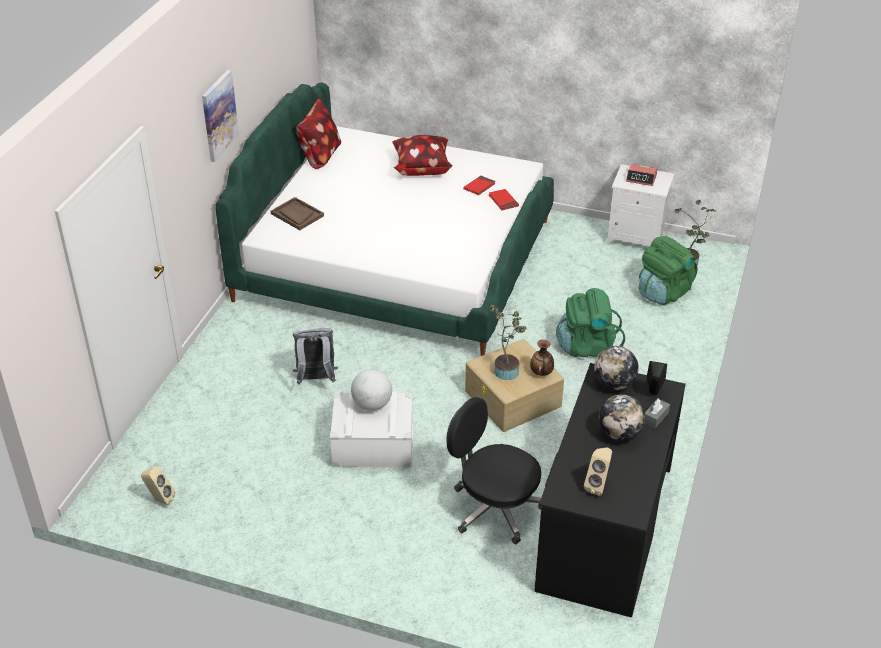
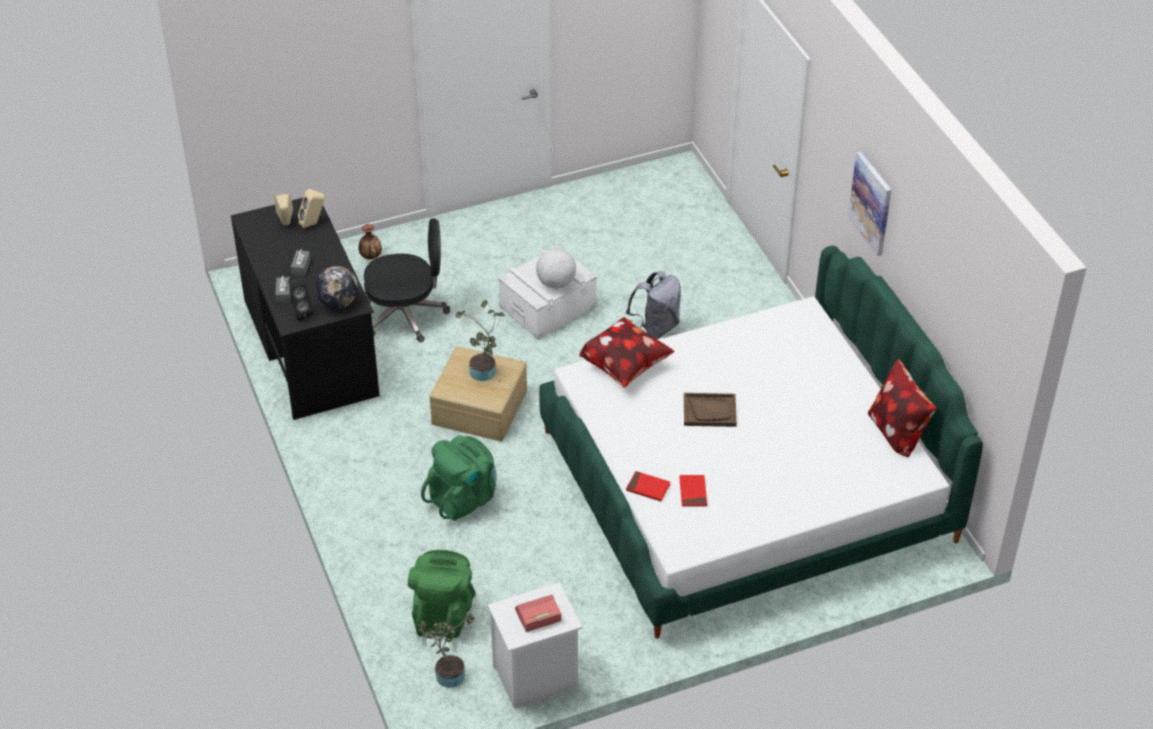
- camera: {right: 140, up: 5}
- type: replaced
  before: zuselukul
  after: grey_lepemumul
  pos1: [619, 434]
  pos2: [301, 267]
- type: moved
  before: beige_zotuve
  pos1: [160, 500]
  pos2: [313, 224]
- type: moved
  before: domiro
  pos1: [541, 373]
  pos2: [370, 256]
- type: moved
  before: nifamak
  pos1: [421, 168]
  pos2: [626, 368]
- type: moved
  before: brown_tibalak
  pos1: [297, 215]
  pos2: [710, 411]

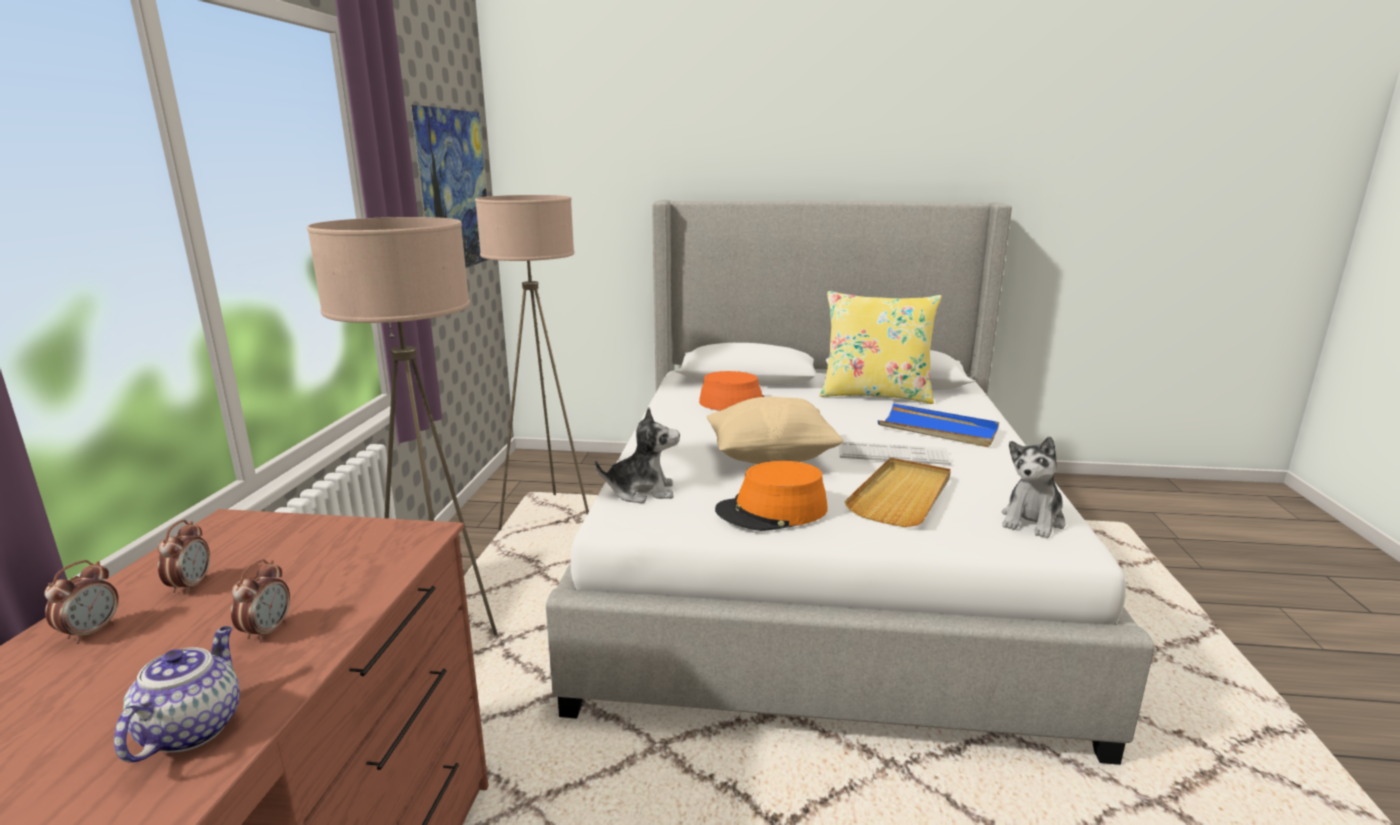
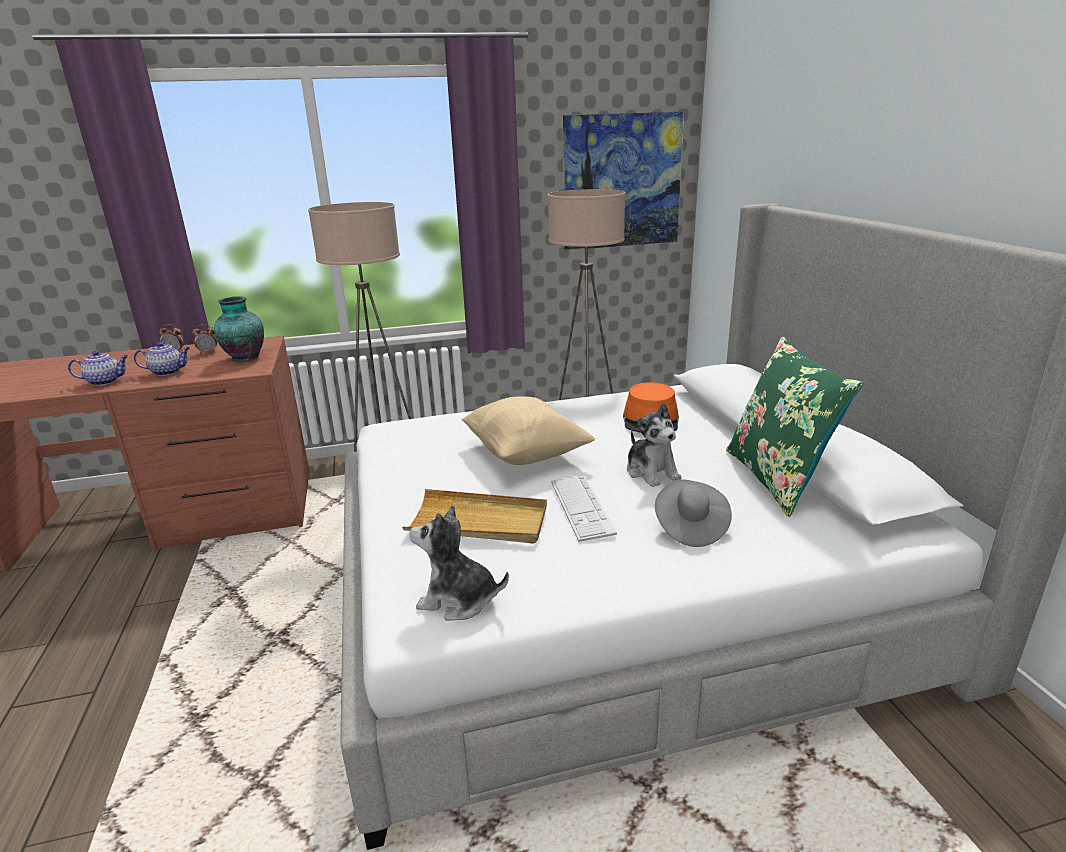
- camera: {right: 70, up: 5}
- type: replaced
  before: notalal
  after: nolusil
  pos1: [267, 631]
  pos2: [168, 372]
- type: added
  after: domiro
  pos2: [244, 357]
- type: moved
  before: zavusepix
  pos1: [642, 491]
  pos2: [651, 472]
- type: replaced
  before: blue_tibalak
  after: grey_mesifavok
  pos1: [938, 429]
  pos2: [690, 527]
- type: recoloured
  before: yellow_nifamak
  after: green_nifamak
  pos1: [875, 394]
  pos2: [777, 478]
- type: removed
  before: orange_mesifavok
  pos1: [772, 511]

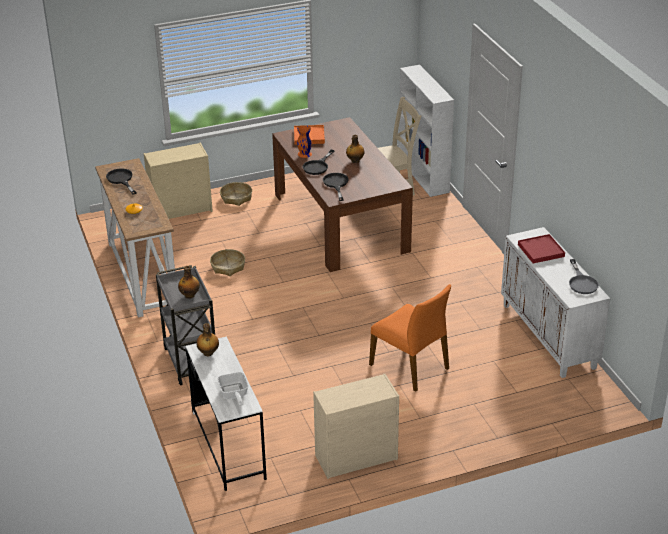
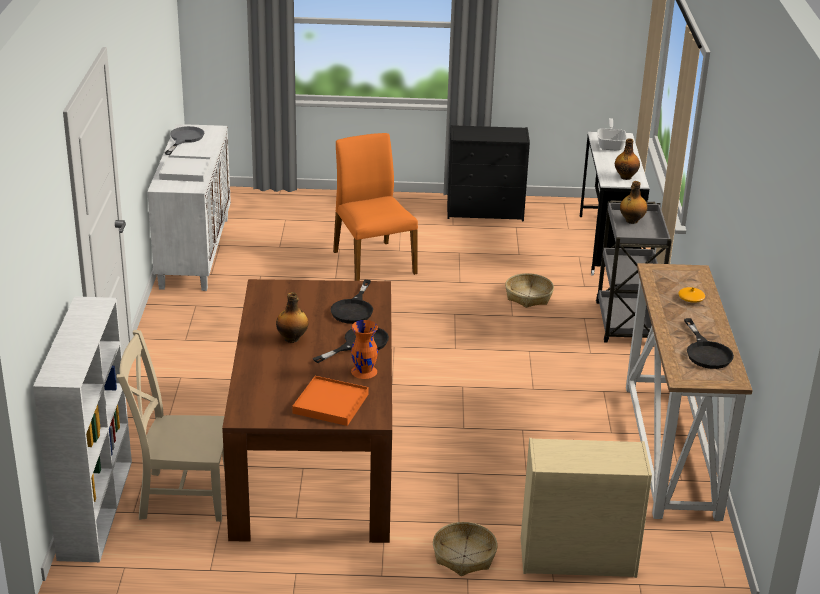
- camera: {right: -160, up: -5}
- type: recoloured
  before: red_tibalak
  after: white_tibalak
  pos1: [541, 250]
  pos2: [185, 171]
- type: recoloured
  before: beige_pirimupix
  after: black_pirimupix
  pos1: [355, 457]
  pos2: [486, 212]
- type: moved
  before: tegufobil
  pos1: [228, 267]
  pos2: [528, 296]

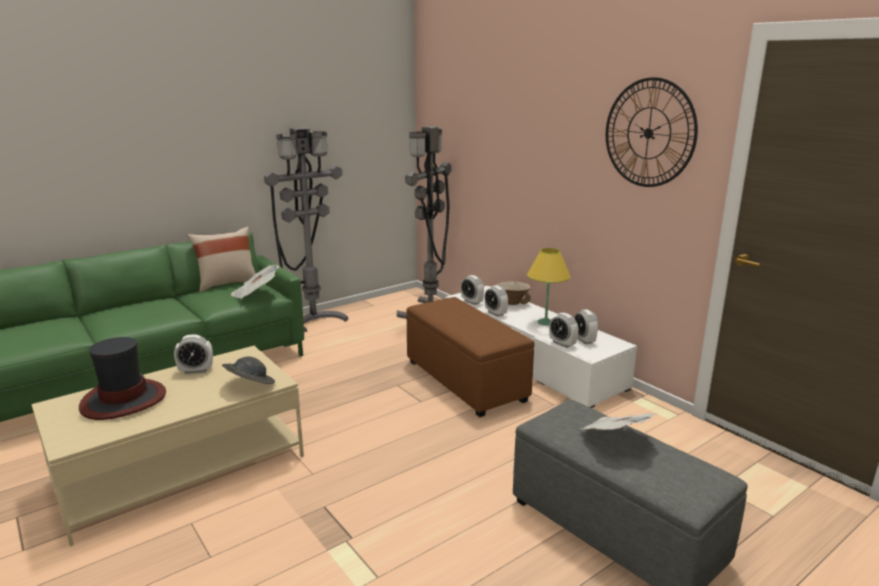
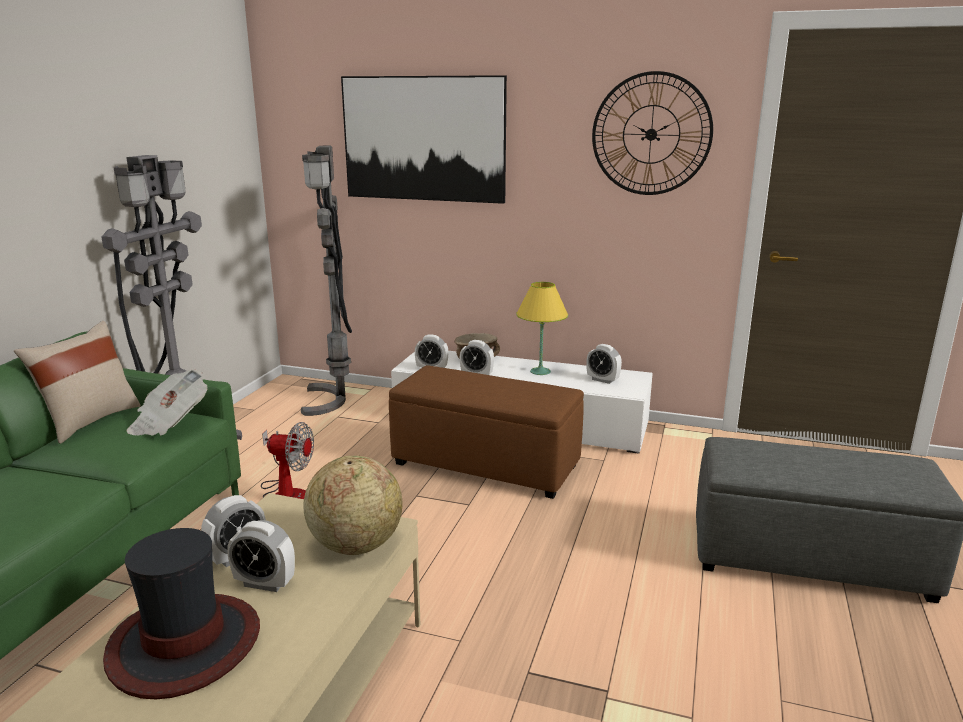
- camera: {right: -35, up: 0}
- type: moved
  before: notalal
  pos1: [562, 344]
  pos2: [264, 583]
- type: added
  after: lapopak
  pos2: [287, 494]
- type: replaced
  before: grey_mesifavok
  after: zuselukul
  pos1: [249, 385]
  pos2: [356, 545]
- type: added
  after: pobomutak
  pos2: [423, 139]
- type: removed
  before: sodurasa
  pos1: [615, 438]

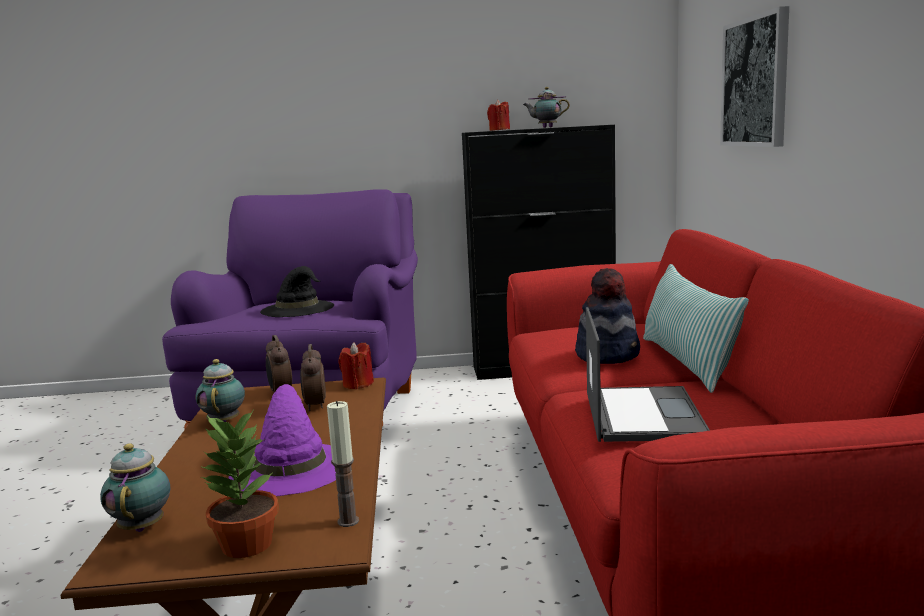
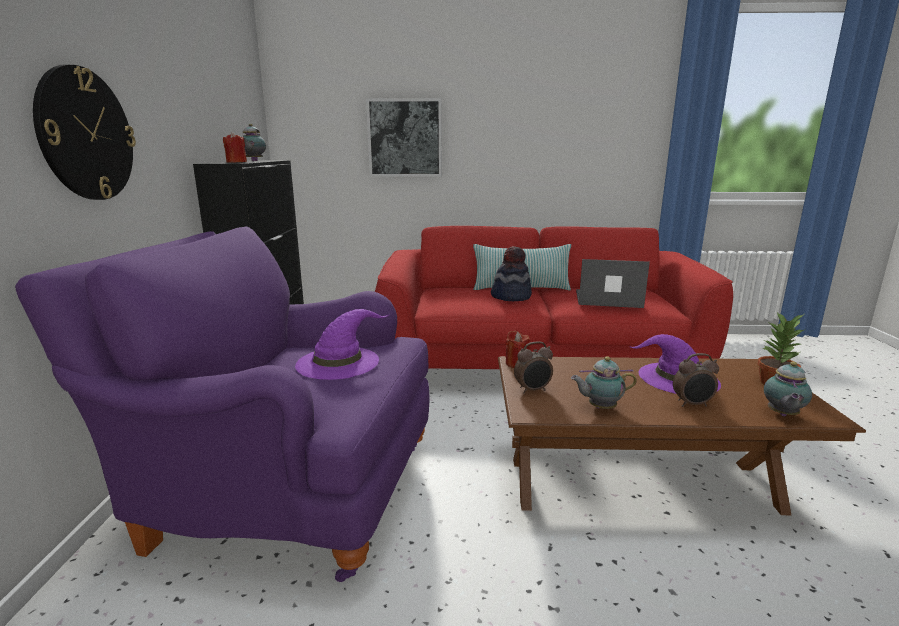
- camera: {right: -85, up: 5}
- type: added
  after: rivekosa
  pos2: [86, 134]
- type: recoloured
  before: black_mesifavok
  after: purple_mesifavok
  pos1: [298, 308]
  pos2: [339, 361]
- type: moved
  before: notalal
  pos1: [314, 406]
  pos2: [692, 404]
- type: turned
  before: nolusil
  pos1: [143, 526]
  pos2: [782, 415]
  turn: -60
- type: removed
  before: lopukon
  pos1: [348, 521]

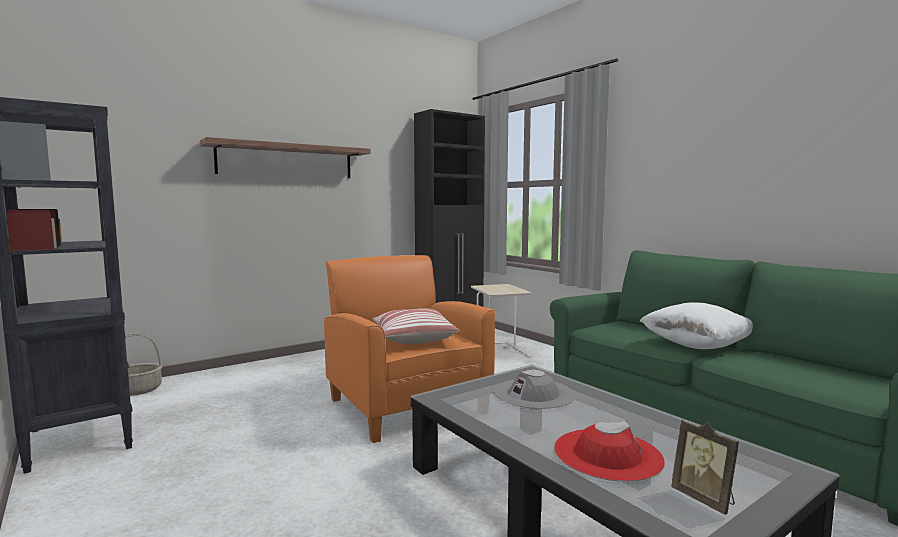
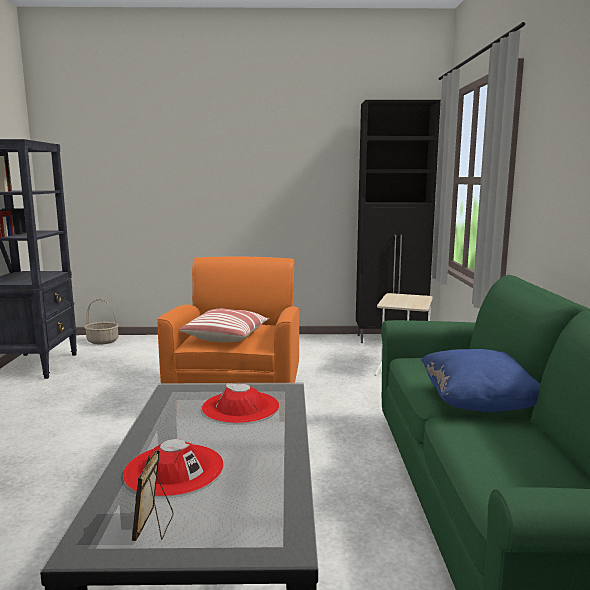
- camera: {right: 35, up: 5}
- type: recoloured
  before: grey_mesifavok
  after: red_mesifavok
  pos1: [534, 394]
  pos2: [240, 407]
- type: recoloured
  before: white_nifamak
  after: blue_nifamak
  pos1: [696, 346]
  pos2: [478, 404]
- type: removed
  before: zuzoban
  pos1: [287, 161]

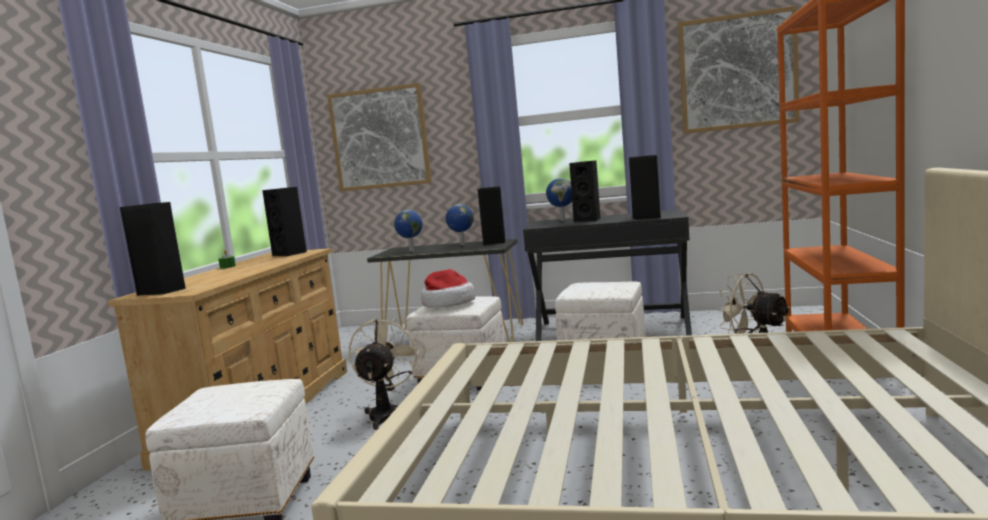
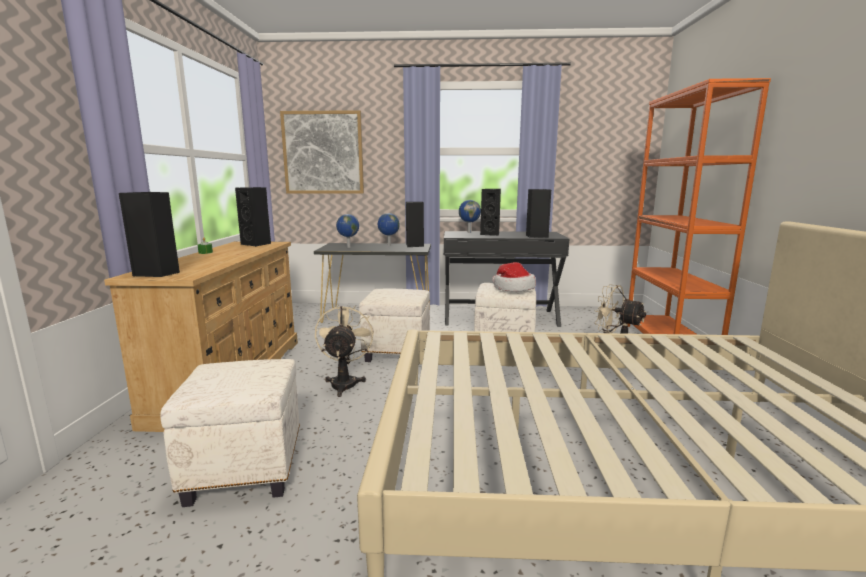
- camera: {right: -10, up: 5}
- type: moved
  before: mesifavok
  pos1: [447, 303]
  pos2: [513, 288]
- type: removed
  before: pobomutak
  pos1: [737, 72]

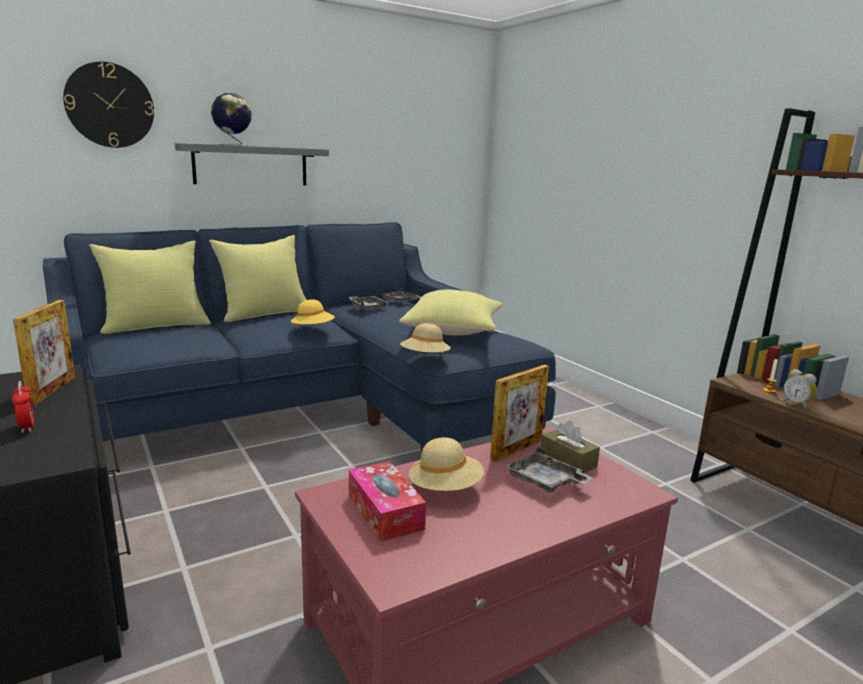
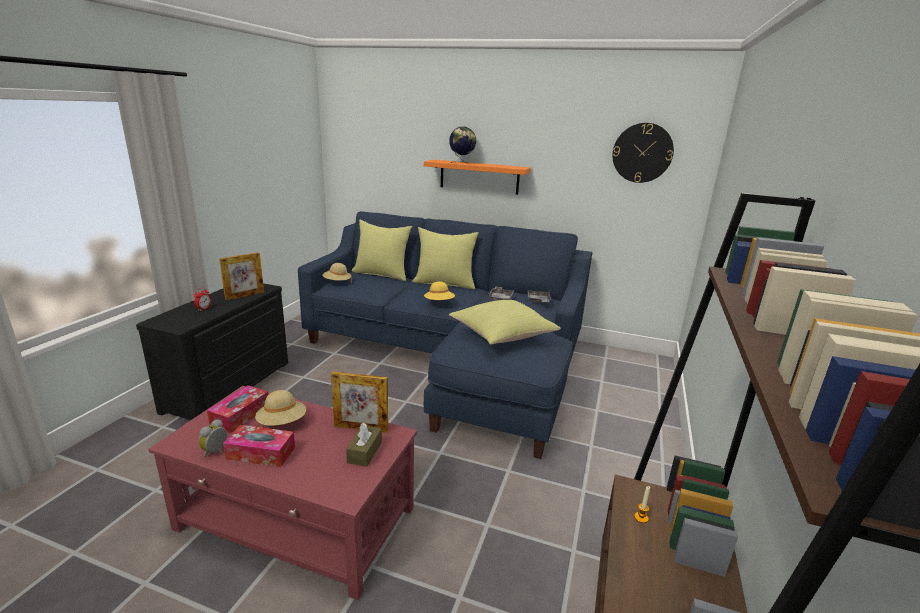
- camera: {right: 50, up: 5}
- type: moved
  before: notalal
  pos1: [797, 404]
  pos2: [216, 452]
- type: added
  after: lepemumul
  pos2: [261, 453]
- type: moved
  before: beige_mesifavok
  pos1: [425, 358]
  pos2: [337, 282]
- type: recoloured
  before: grey_zuzoban
  after: orange_zuzoban
  pos1: [251, 165]
  pos2: [479, 177]
- type: moved
  before: rivekosa
  pos1: [110, 105]
  pos2: [642, 153]
- type: removed
  before: grey_tibalak
  pos1: [545, 482]

